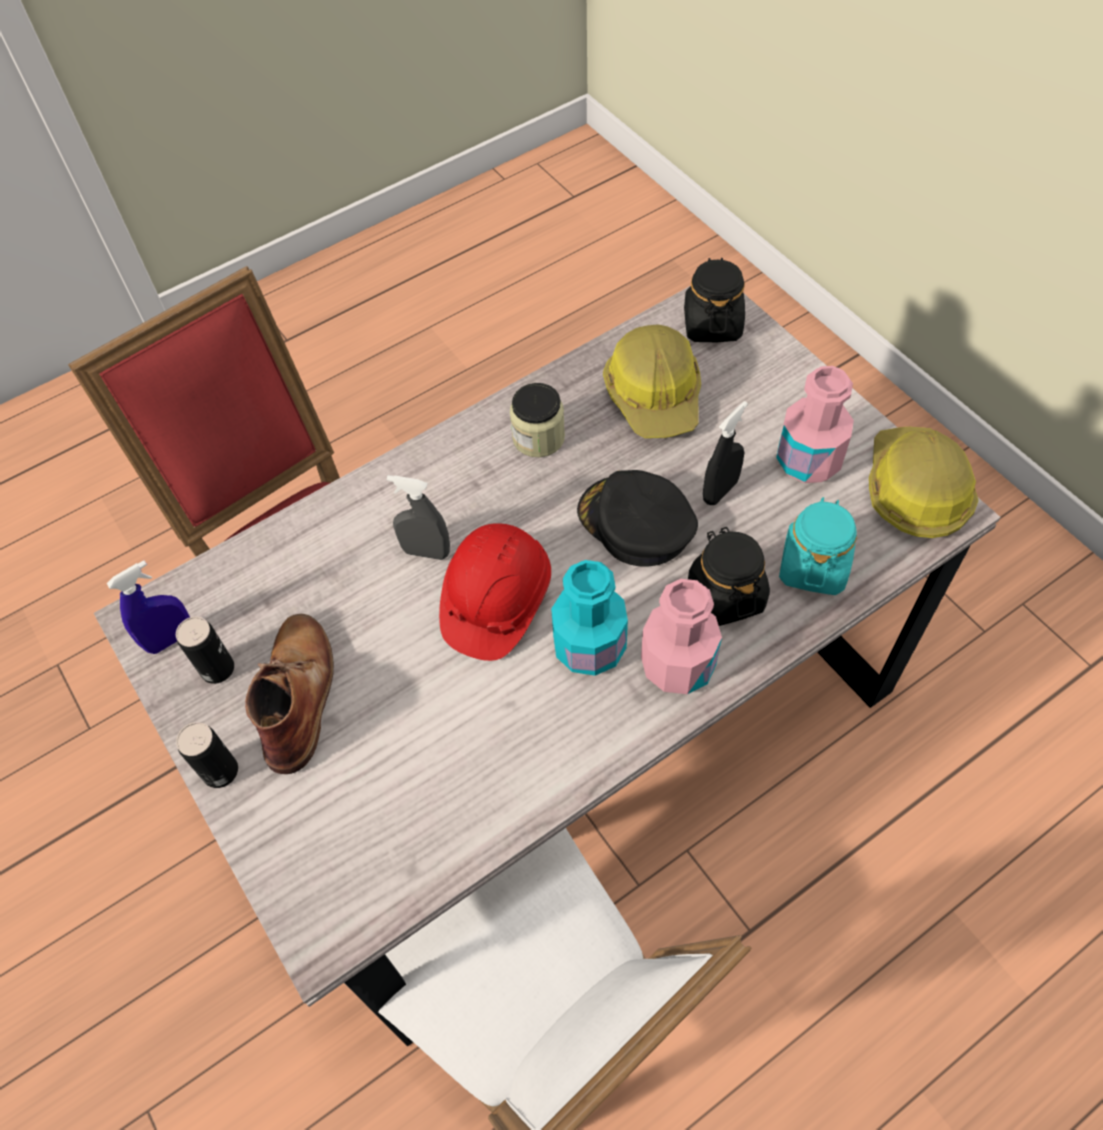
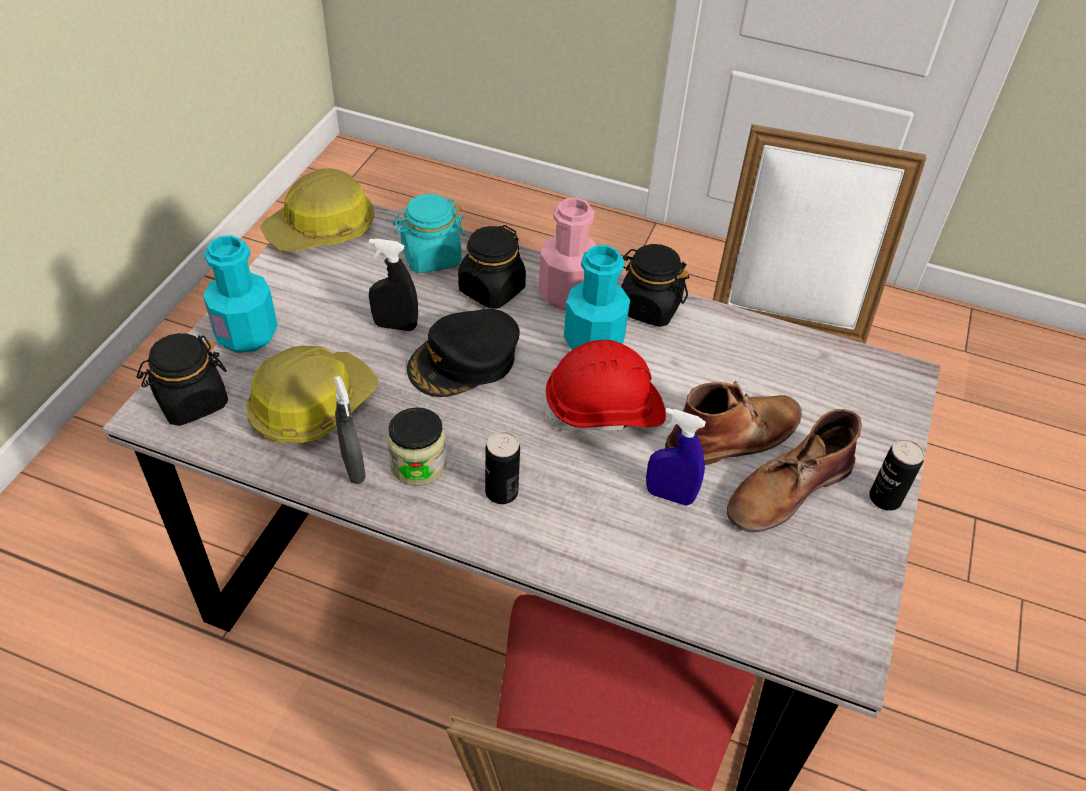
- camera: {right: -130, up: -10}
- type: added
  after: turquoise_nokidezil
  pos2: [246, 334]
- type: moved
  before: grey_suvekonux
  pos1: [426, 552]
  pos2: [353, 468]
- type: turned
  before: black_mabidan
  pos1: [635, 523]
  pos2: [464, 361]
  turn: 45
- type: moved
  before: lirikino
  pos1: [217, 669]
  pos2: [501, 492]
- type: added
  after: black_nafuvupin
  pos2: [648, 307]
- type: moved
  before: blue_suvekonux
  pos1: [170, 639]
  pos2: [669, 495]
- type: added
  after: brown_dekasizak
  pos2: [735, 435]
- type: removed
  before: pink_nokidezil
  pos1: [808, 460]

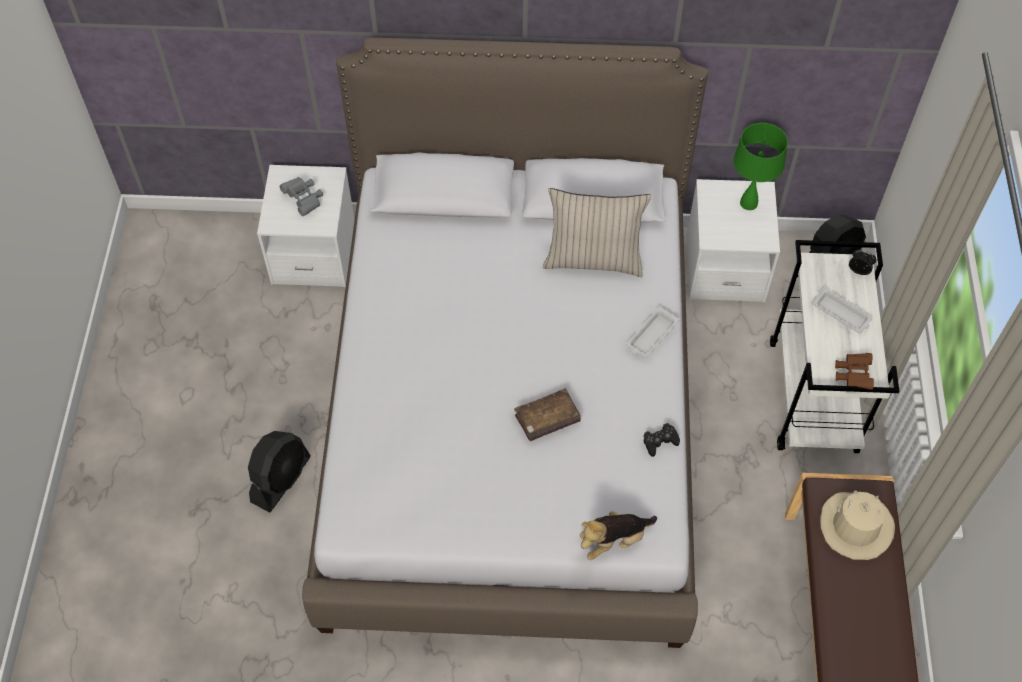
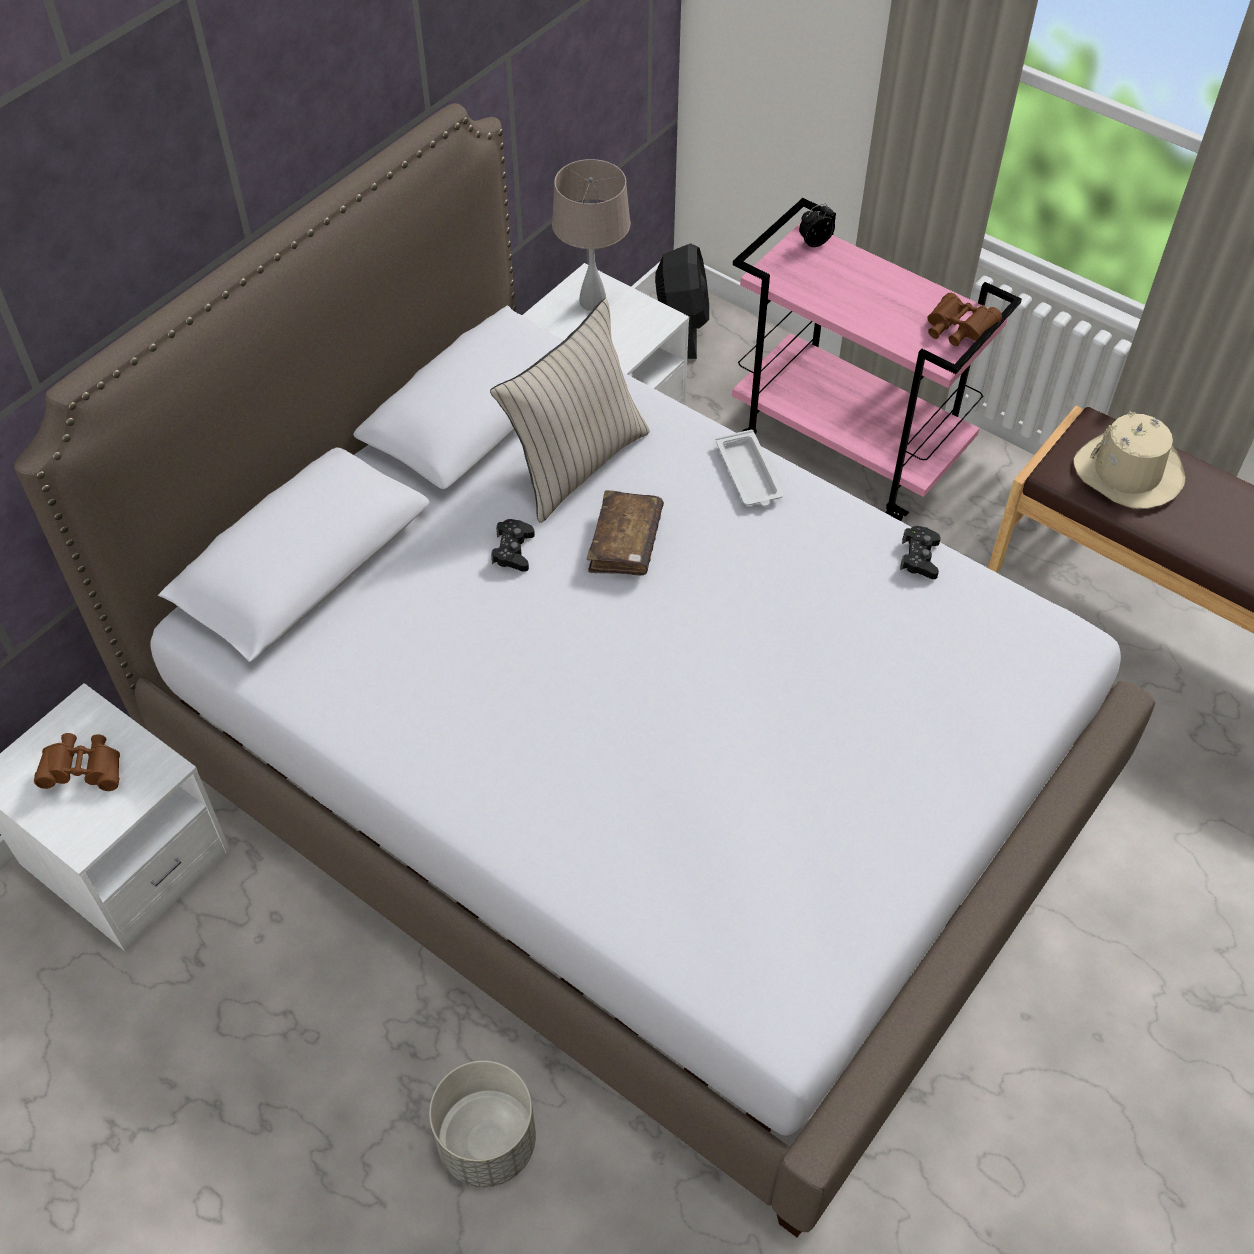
- camera: {right: -55, up: -5}
- type: recoloured
  before: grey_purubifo
  after: brown_purubifo
  pos1: [304, 199]
  pos2: [85, 771]
- type: replaced
  before: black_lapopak
  after: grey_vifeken
  pos1: [281, 479]
  pos2: [486, 1142]
- type: added
  after: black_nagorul
  pos2: [513, 550]
- type: recoloured
  before: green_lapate
  after: beige_lapate
  pos1: [749, 203]
  pos2: [593, 301]
- type: moved
  before: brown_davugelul
  pos1: [547, 419]
  pos2: [625, 542]
- type: recoloured
  before: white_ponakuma
  after: pink_ponakuma
  pos1: [814, 397]
  pos2: [850, 449]
- type: removed
  before: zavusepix
  pos1: [614, 540]
- type: removed
  before: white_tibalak
  pos1: [841, 313]

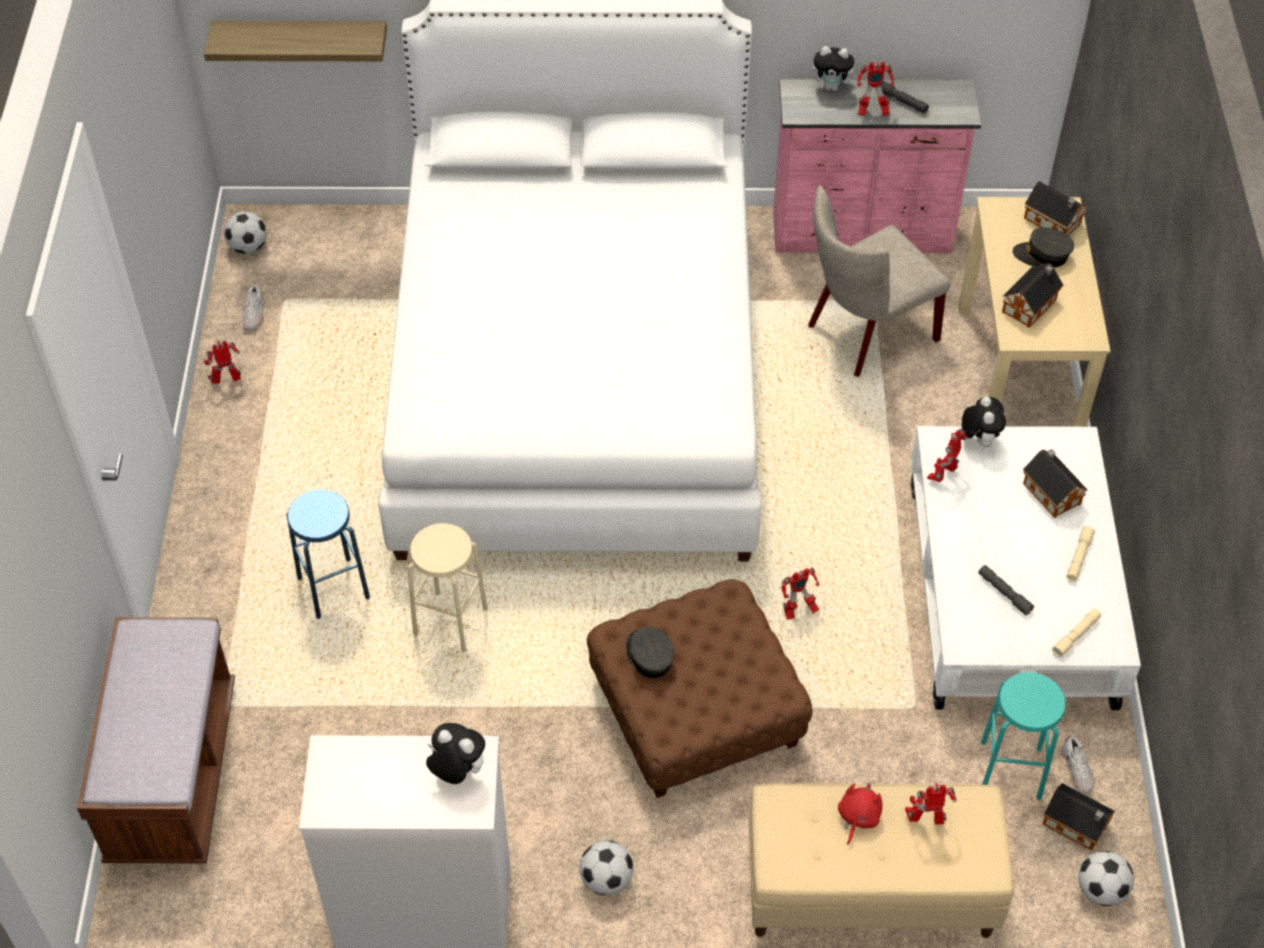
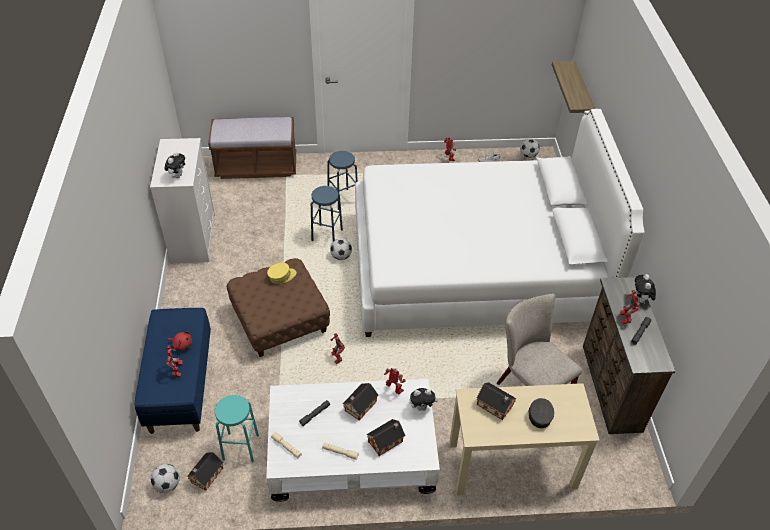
- camera: {right: 85, up: -5}
- type: recoloured
  before: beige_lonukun
  after: blue_lonukun
  pos1: [868, 891]
  pos2: [180, 384]
- type: recoloured
  before: grey_mabidan
  after: yellow_mabidan
  pos1: [649, 656]
  pos2: [281, 276]
- type: recoloured
  before: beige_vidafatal
  after: blue_vidafatal
  pos1: [451, 622]
  pos2: [327, 235]
- type: moved
  before: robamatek
  pos1: [606, 879]
  pos2: [341, 256]
- type: moved
  before: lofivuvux
  pos1: [1054, 222]
  pos2: [359, 406]
- type: recoloured
  before: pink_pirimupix
  after: brown_pirimupix
  pos1: [863, 234]
  pos2: [610, 388]
- type: removed
  before: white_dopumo
  pos1: [1077, 770]

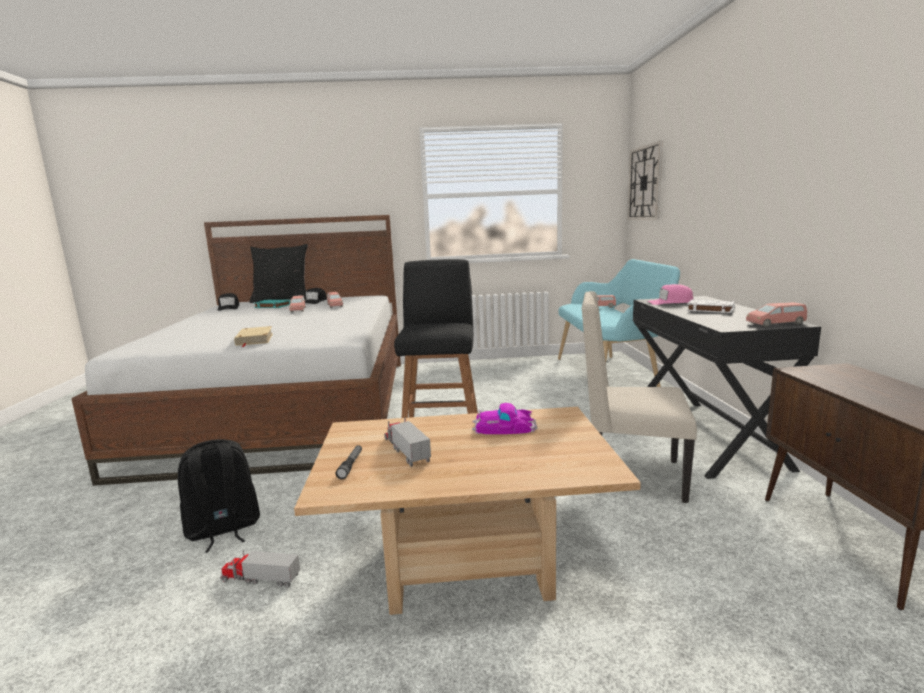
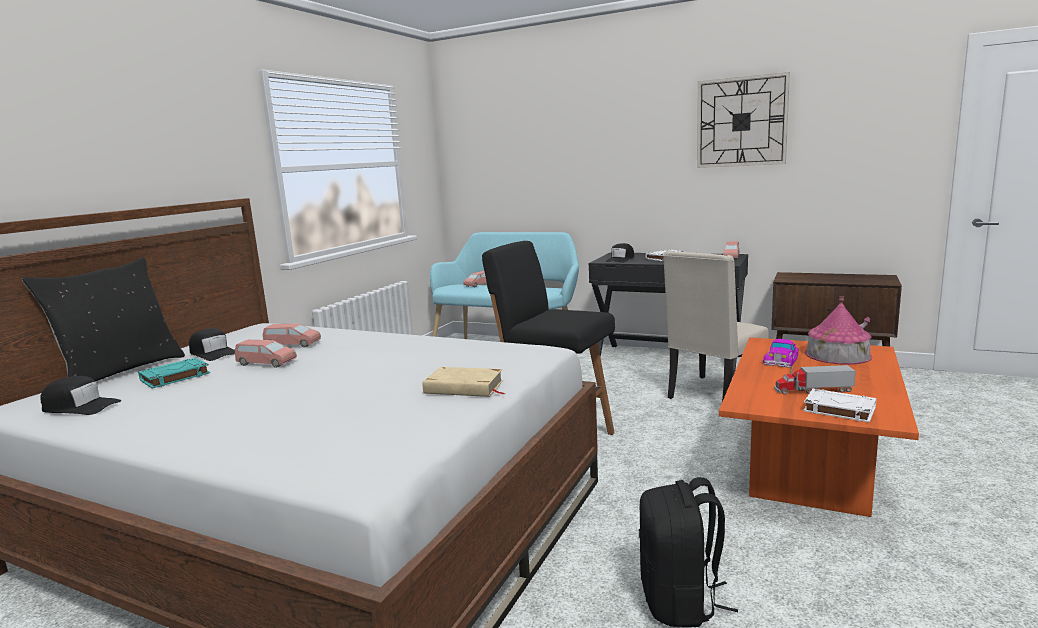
- camera: {right: -60, up: 0}
- type: recoloured
  before: pink_mabidan
  after: black_mabidan
  pos1: [670, 302]
  pos2: [620, 259]
- type: moved
  before: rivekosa
  pos1: [645, 183]
  pos2: [741, 122]
- type: recoloured
  before: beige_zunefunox
  after: orange_zunefunox
  pos1: [467, 563]
  pos2: [810, 475]
- type: replaced
  before: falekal
  after: white_davugelul
  pos1: [351, 465]
  pos2: [838, 409]
- type: added
  after: lofivuvux
  pos2: [837, 354]
- type: removed
  before: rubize
  pos1: [260, 578]

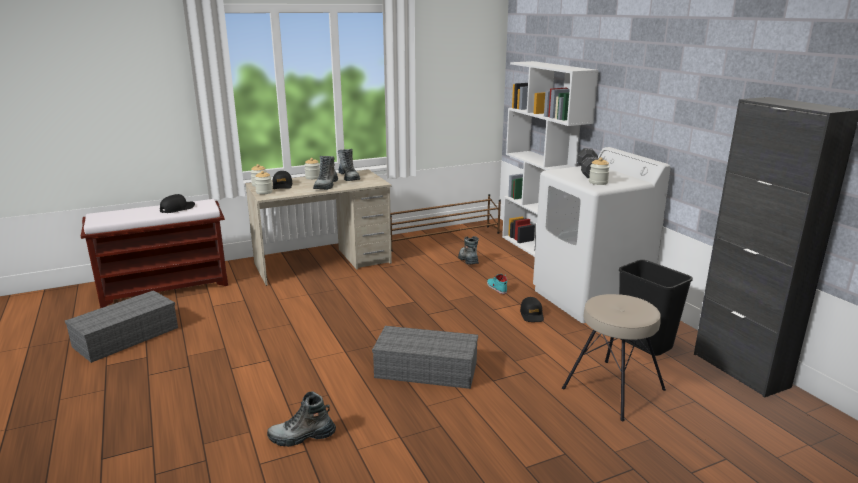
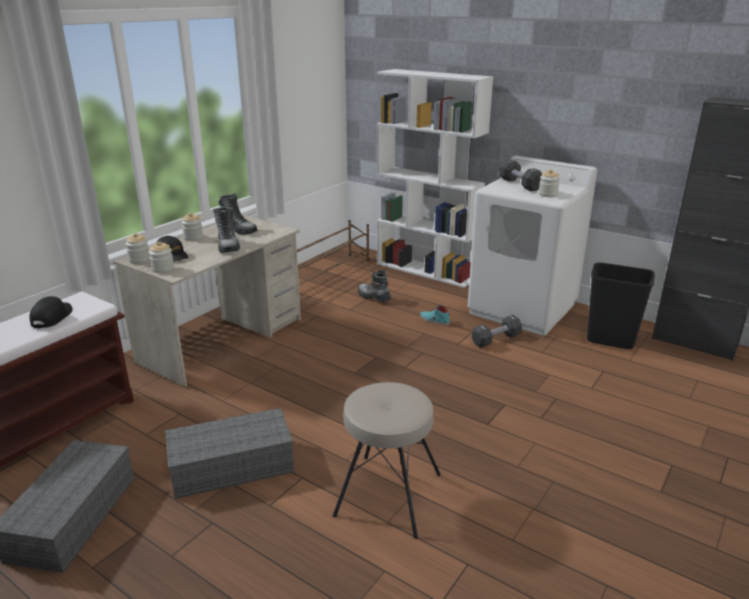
- camera: {right: -30, up: 5}
- type: moved
  before: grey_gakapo
  pos1: [428, 369]
  pos2: [233, 465]
- type: moved
  before: beige_vidafatal
  pos1: [612, 388]
  pos2: [387, 494]
- type: replaced
  before: black_mabidan
  after: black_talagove
  pos1: [532, 315]
  pos2: [496, 339]
- type: removed
  before: dekasizak
  pos1: [302, 437]

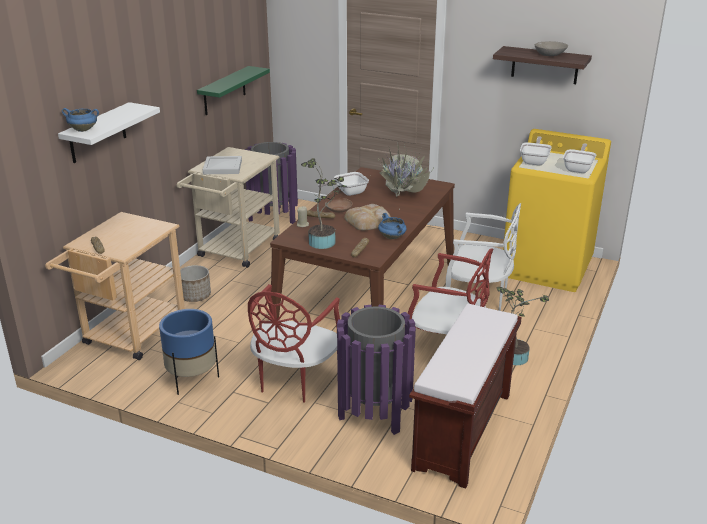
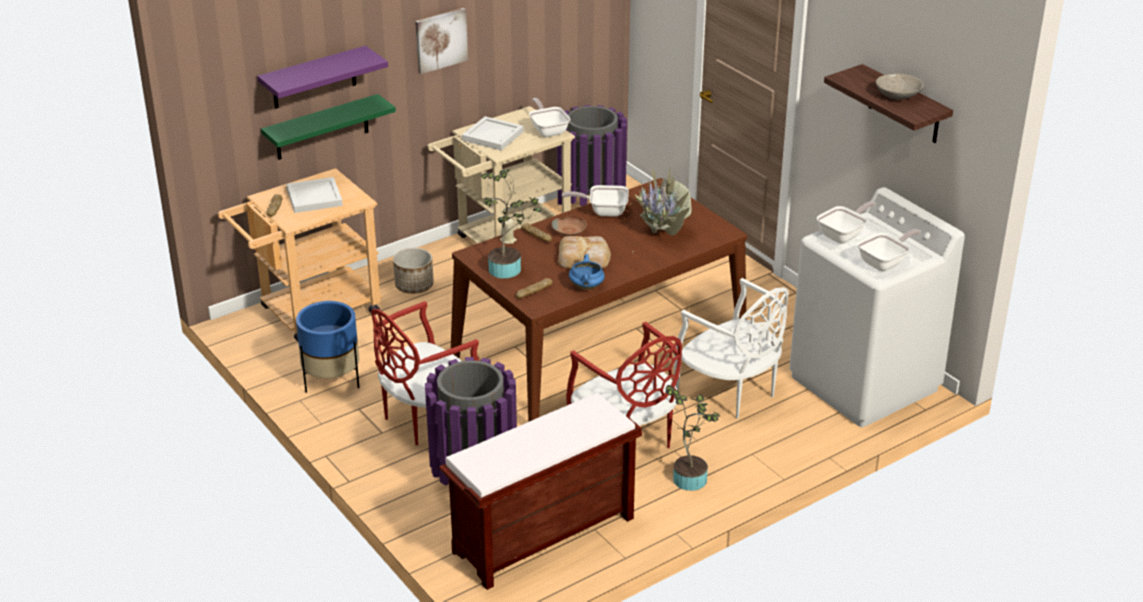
- camera: {right: 30, up: 5}
- type: recoloured
  before: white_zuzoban
  after: purple_zuzoban
  pos1: [97, 133]
  pos2: [314, 78]
- type: moved
  before: green_zuzoban
  pos1: [224, 91]
  pos2: [322, 128]
- type: added
  after: white_tibalak
  pos2: [314, 198]
- type: added
  after: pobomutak
  pos2: [440, 40]
- type: added
  after: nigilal
  pos2: [548, 130]
- type: recoloured
  before: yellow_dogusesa
  after: white_dogusesa
  pos1: [547, 267]
  pos2: [864, 383]
- type: removed
  before: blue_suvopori
  pos1: [84, 130]

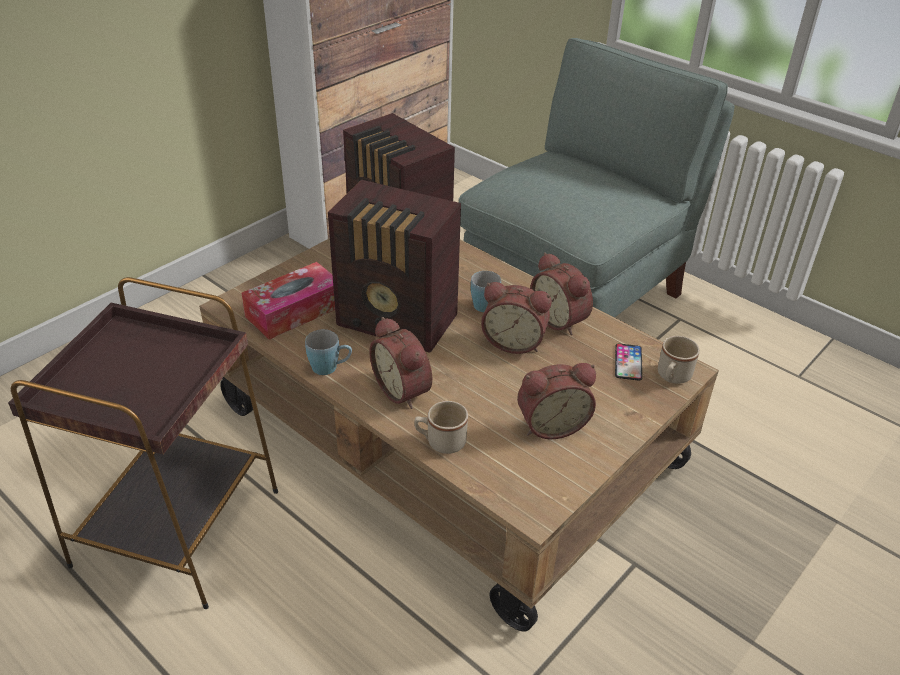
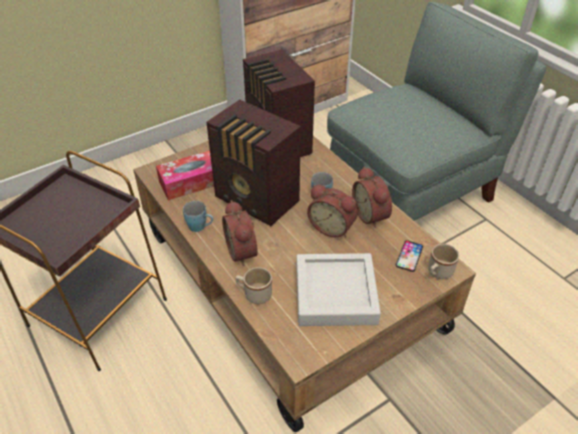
- camera: {right: 15, up: 5}
- type: replaced
  before: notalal
  after: grey_tibalak
  pos1: [551, 424]
  pos2: [335, 294]

